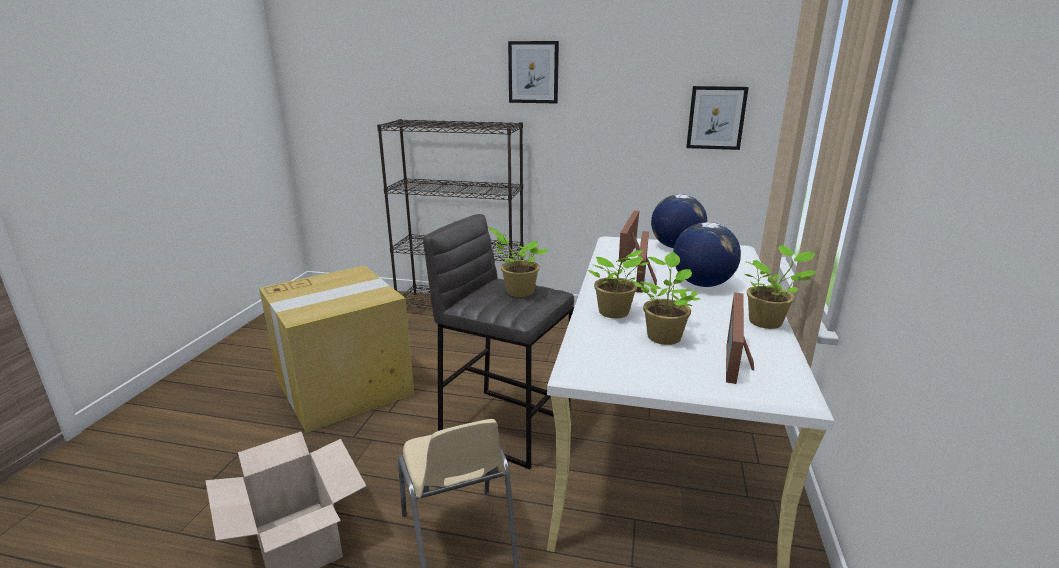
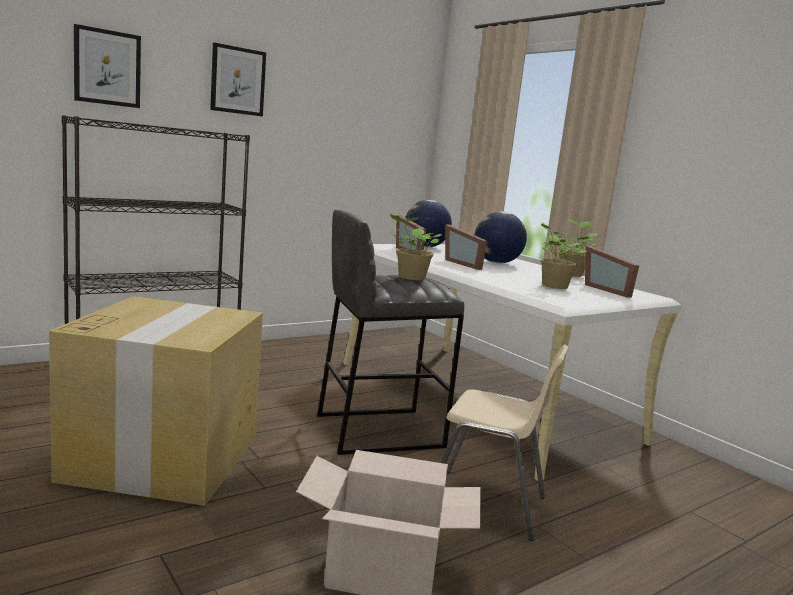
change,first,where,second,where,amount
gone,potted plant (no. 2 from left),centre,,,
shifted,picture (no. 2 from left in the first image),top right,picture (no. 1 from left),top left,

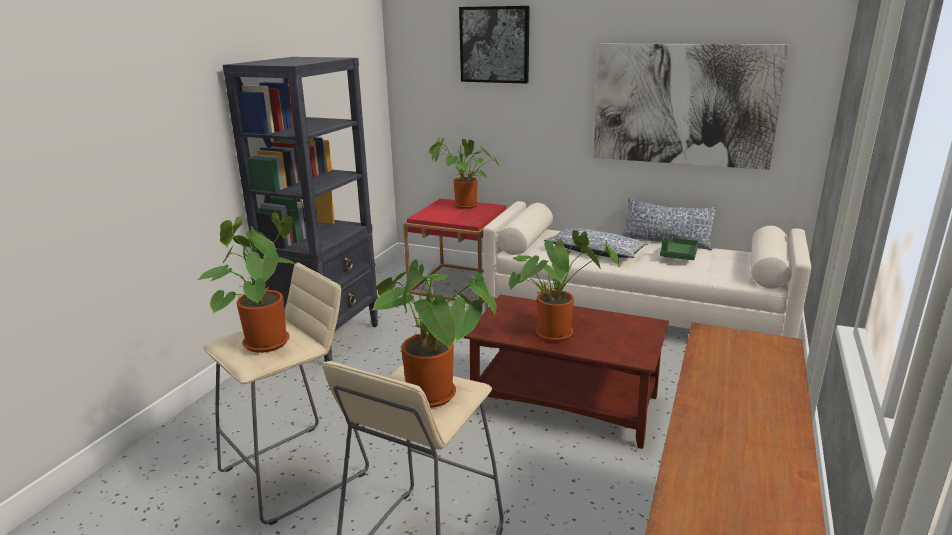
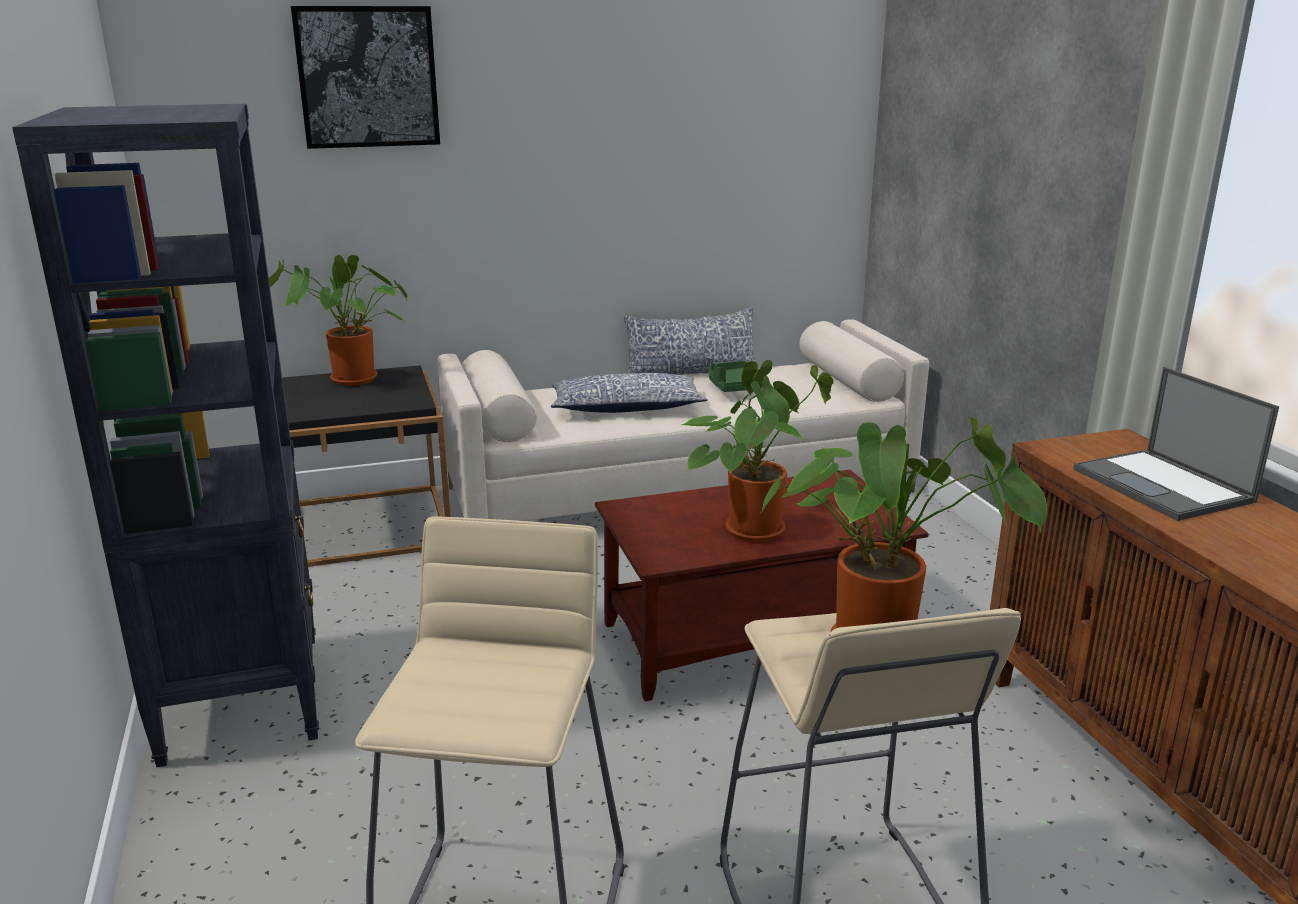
change,first,where,second,where,amount
gone,potted plant (no. 1 from left),middle left,,,
gone,picture (no. 2 from left),top right,,,
new,,,laptop,middle right,
repainted,red side table,centre,black side table,middle left,

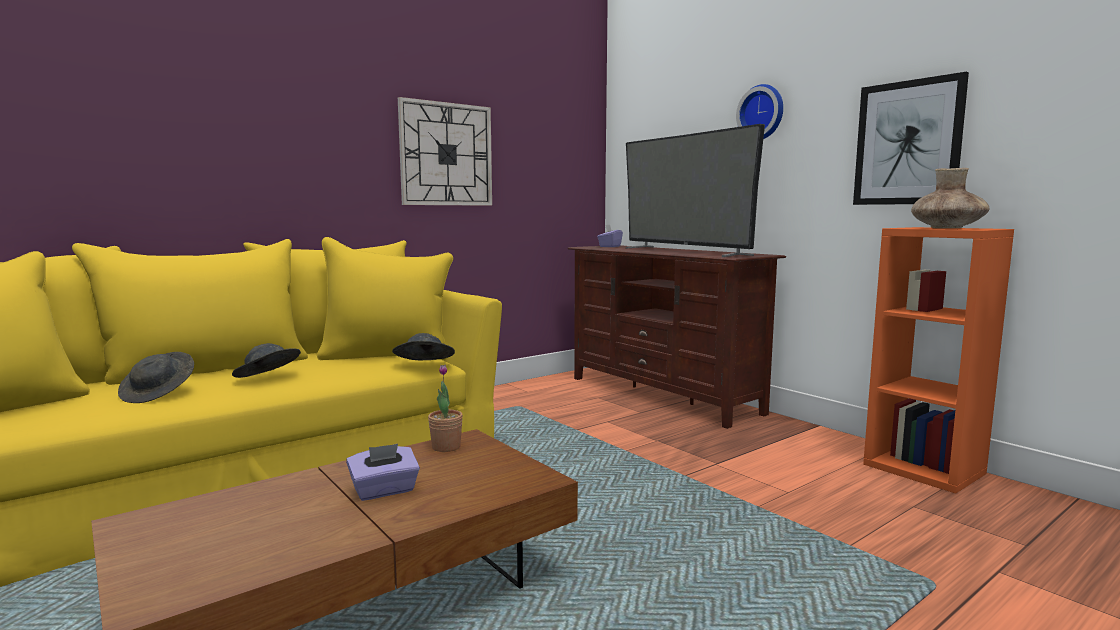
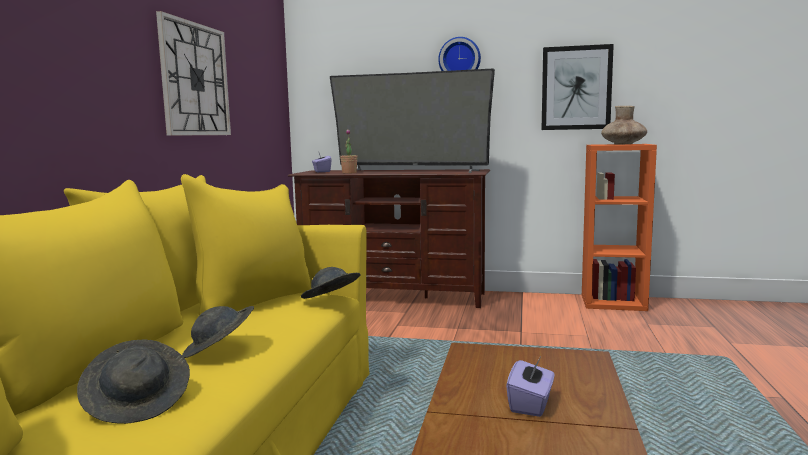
change,first,where,second,where,amount
shifted,potted plant,centre,,top centre,

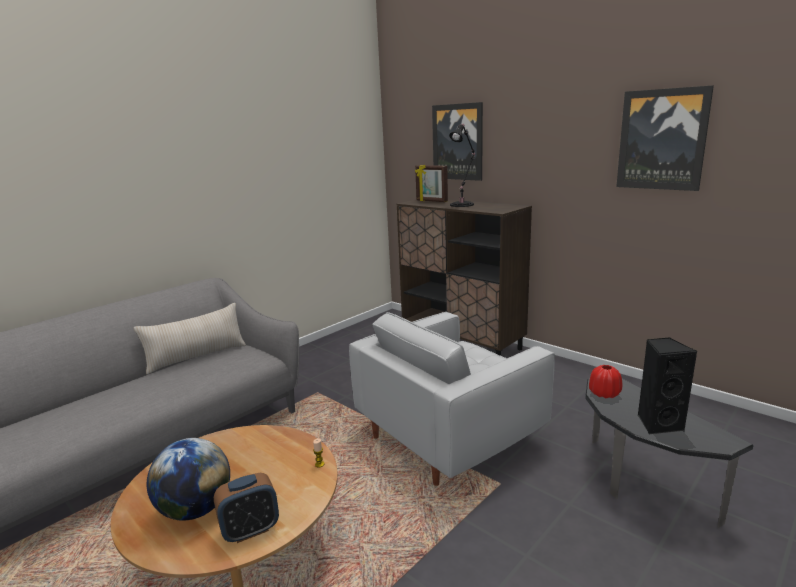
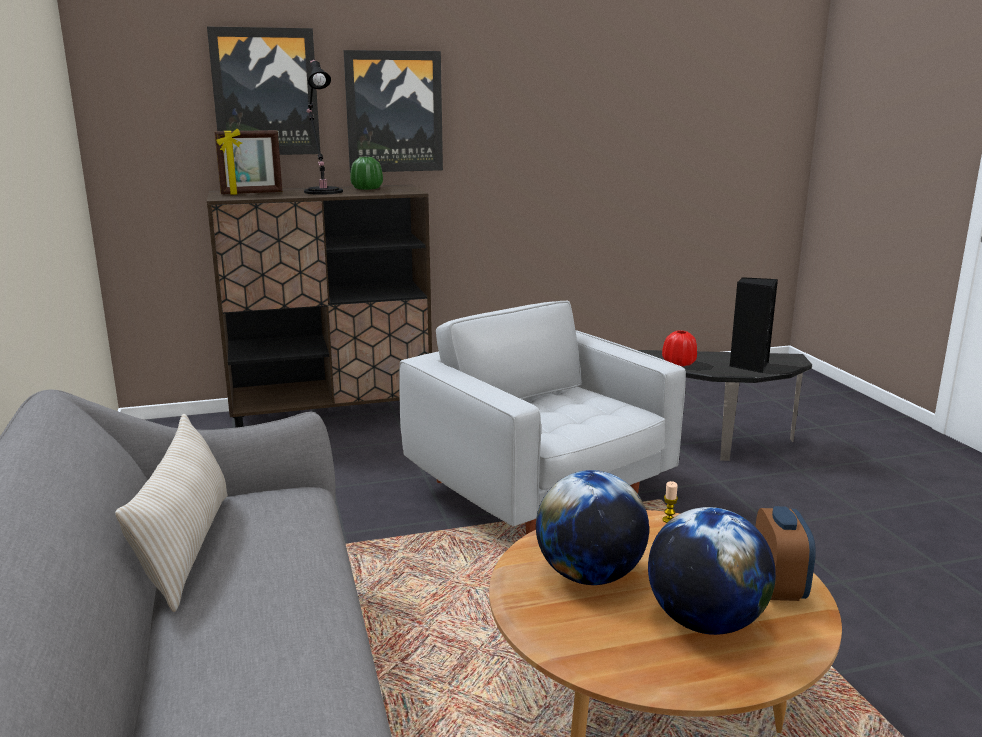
change,first,where,second,where,amount
new,,,green vase,top centre,
new,,,globe (no. 1 from left),bottom centre,
shifted,picture (no. 2 from left),top right,,top centre,
rotated,white armchair,bottom centre,,centre,150 degrees clockwise

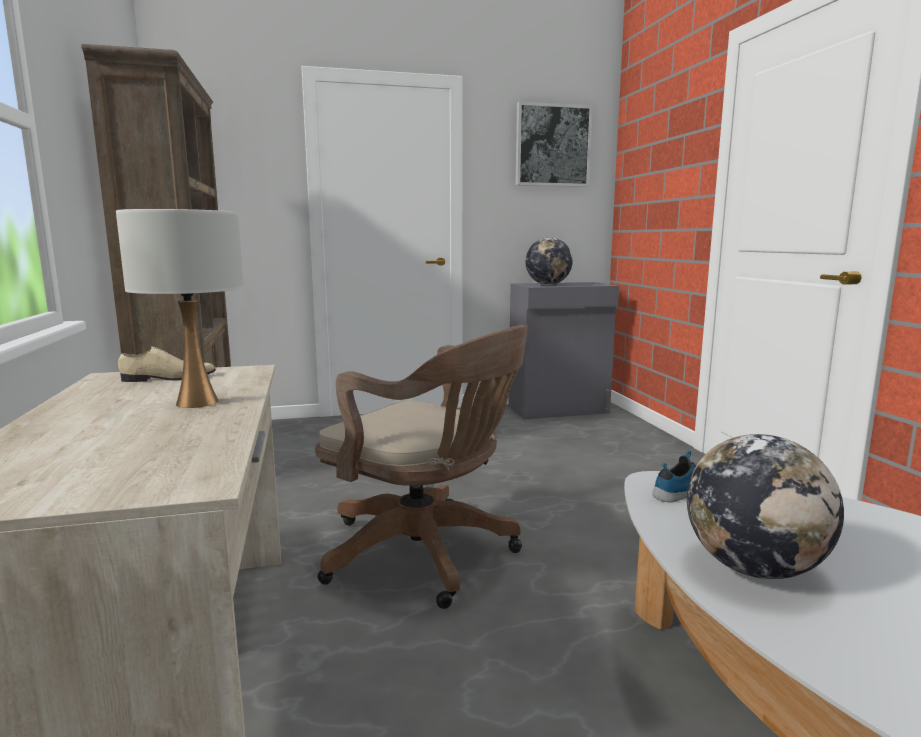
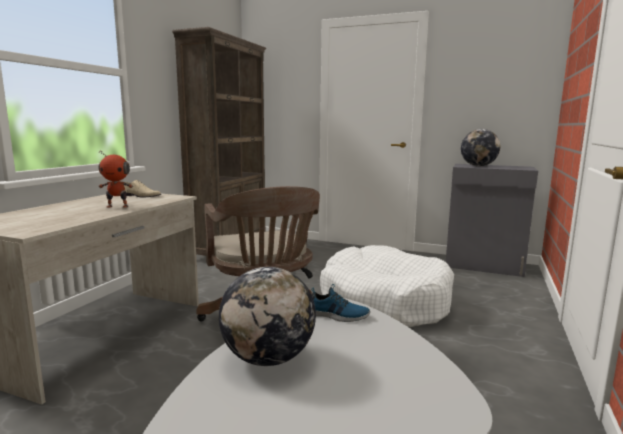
change,first,where,second,where,amount
gone,picture,top centre,,,
new,,,white dog bed,centre,
swapped,white table lamp,middle left,toy robot,middle left,

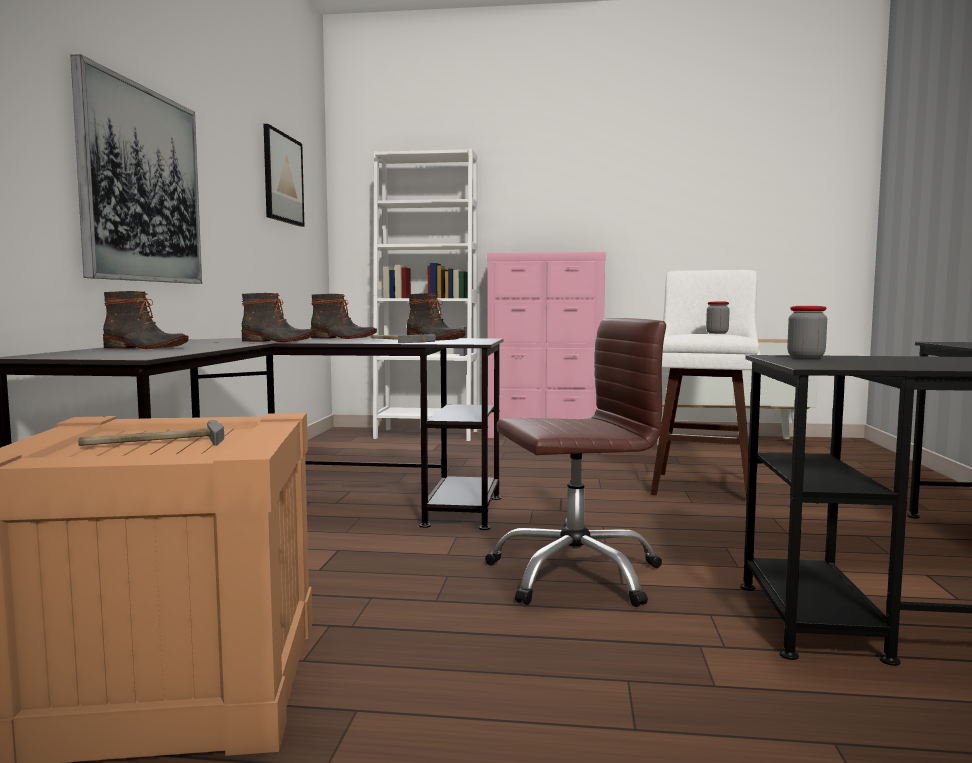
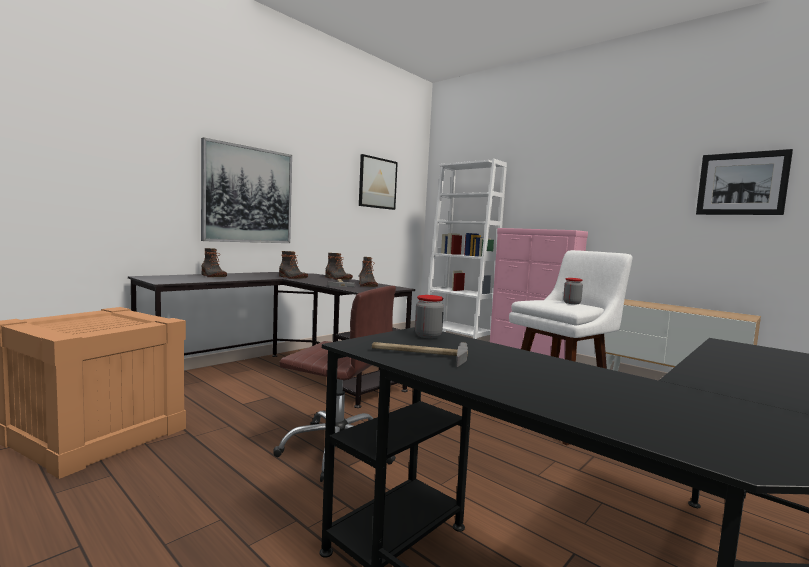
change,first,where,second,where,amount
new,,,picture (no. 3 from left),top right,
shifted,hammer (no. 1 from left in the first image),middle left,hammer (no. 2 from left),centre,

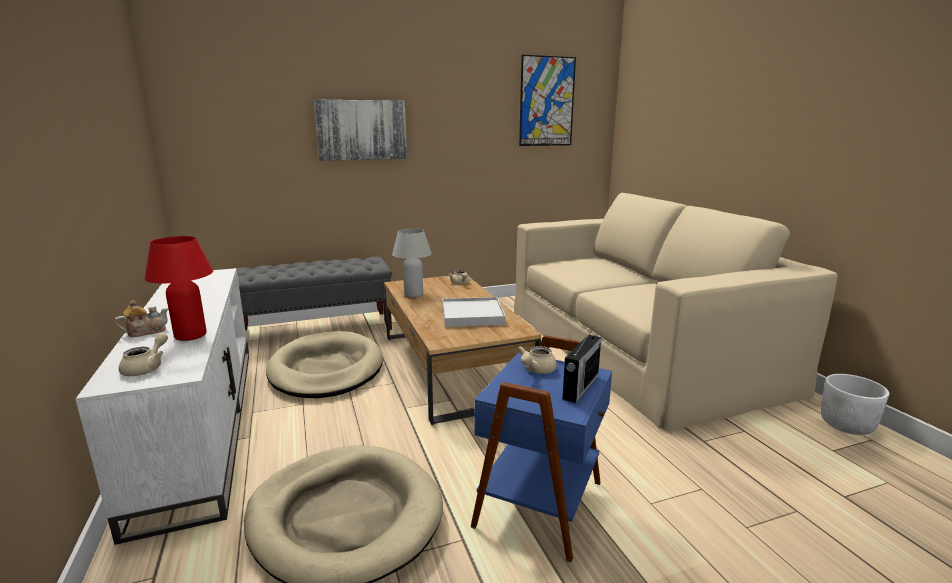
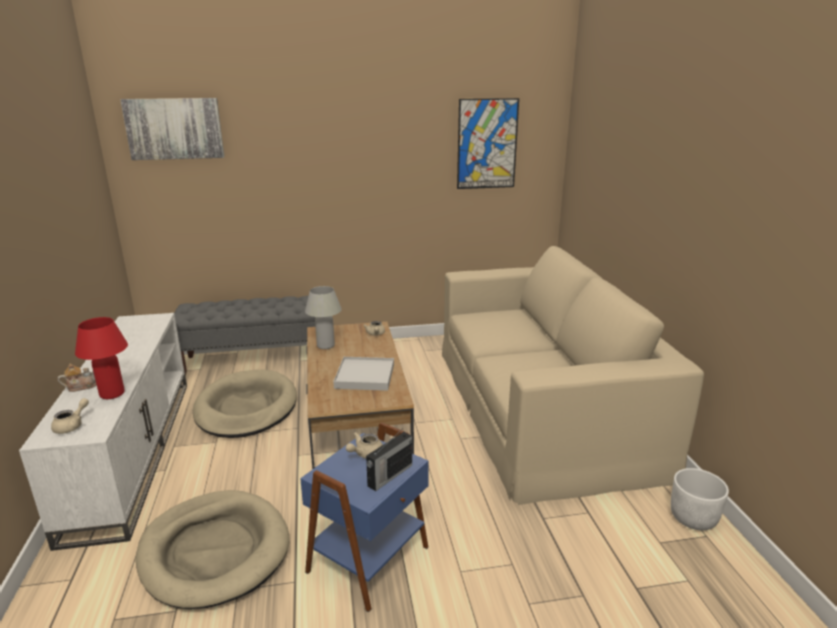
change,first,where,second,where,amount
shifted,picture (no. 1 from left),top centre,,top left,

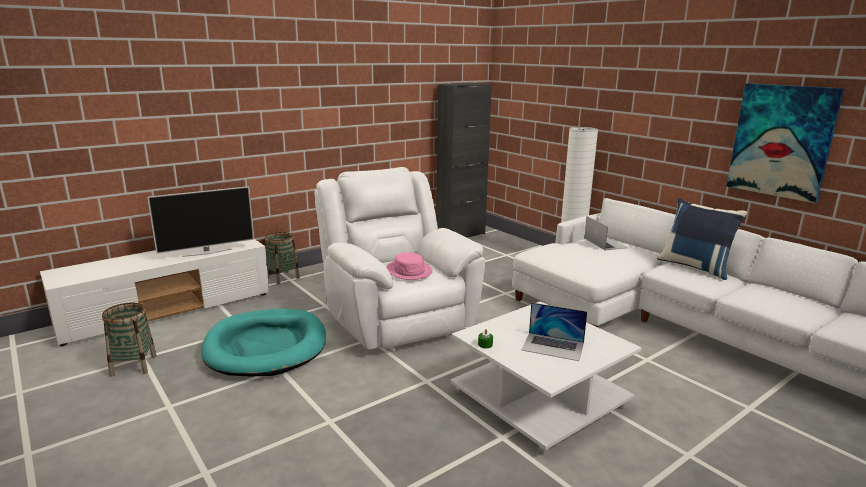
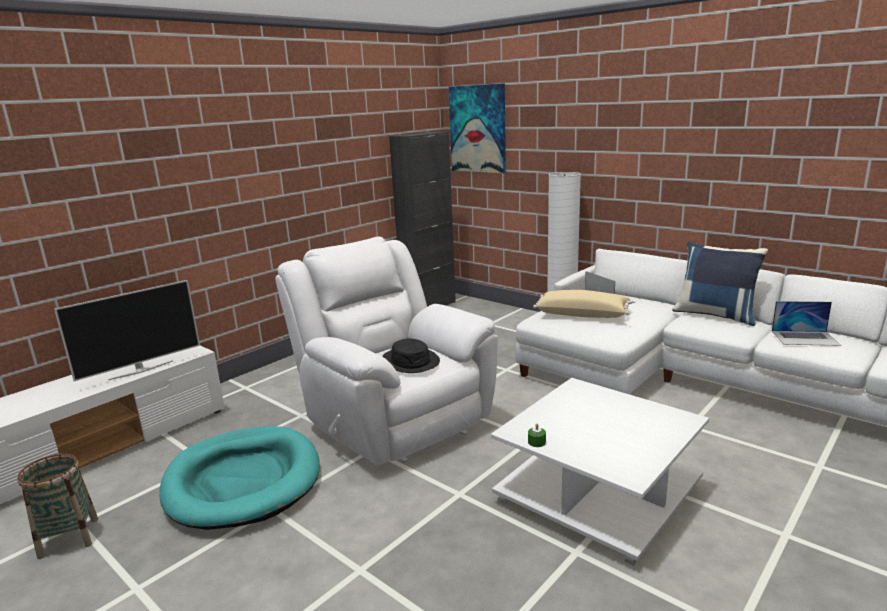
change,first,where,second,where,amount
gone,basket (no. 2 from left),middle left,,,
new,,,beige pillow,centre,
shifted,laptop (no. 1 from left in the first image),bottom centre,laptop (no. 2 from left),middle right,
shifted,picture,top right,,top centre,
repainted,pink hat,centre,black hat,centre,

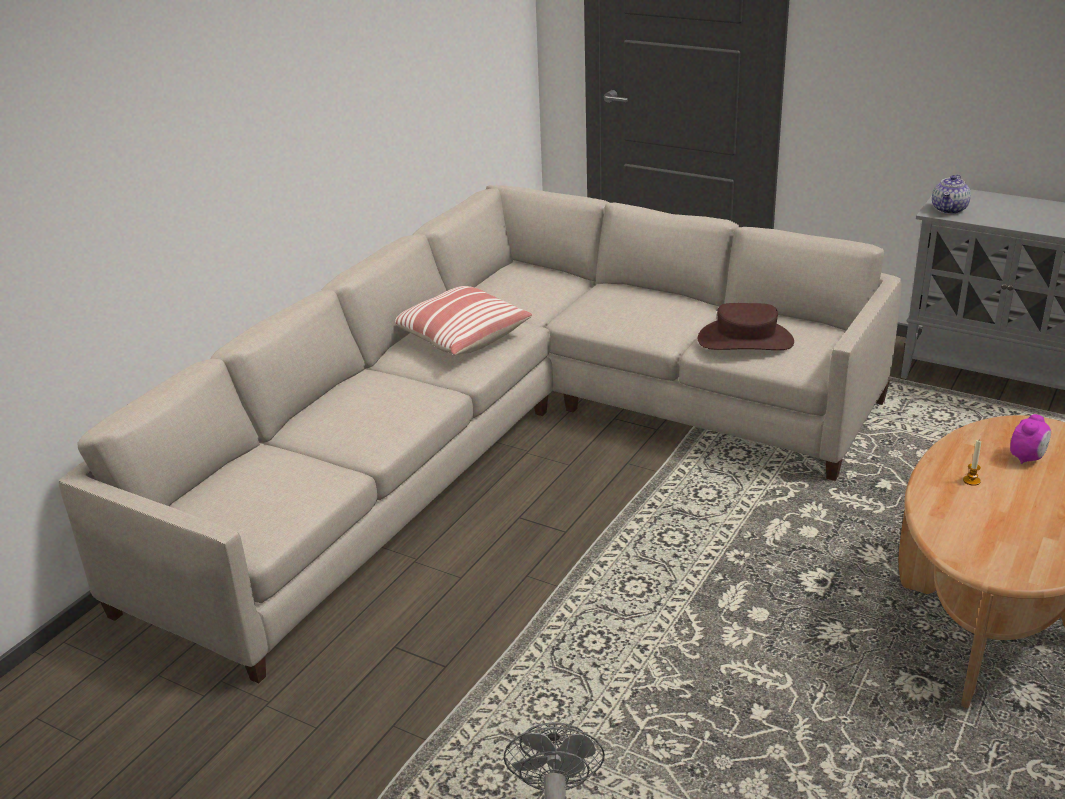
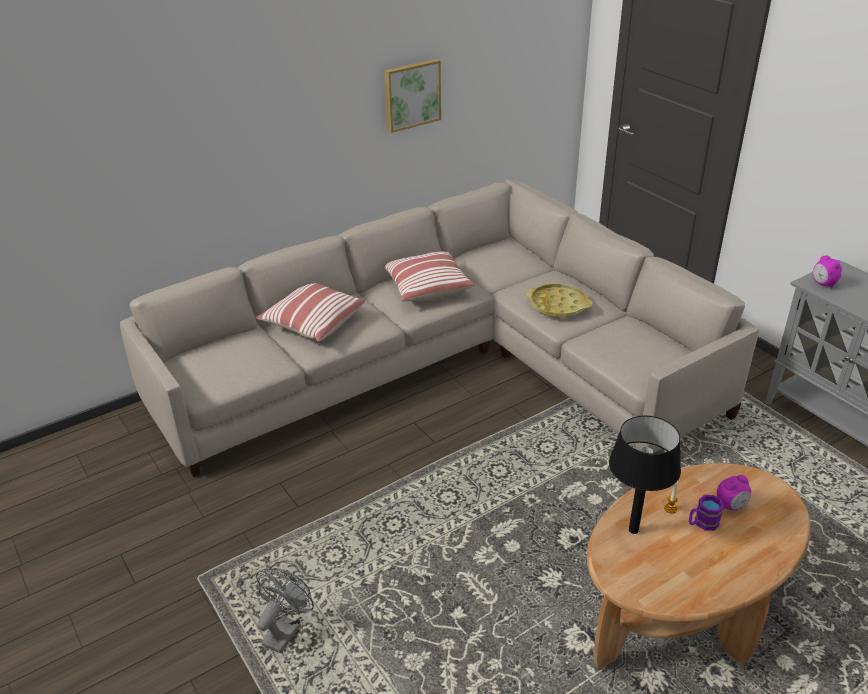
change,first,where,second,where,amount
gone,brown hat,middle right,,,
new,,,pillow (no. 1 from left),centre,
new,,,picture,top centre,
new,,,yellow tray,centre,
new,,,black table lamp,bottom right,
new,,,purple mug,bottom right,
swapped,teapot,top right,alarm clock (no. 2 from left),middle right,

